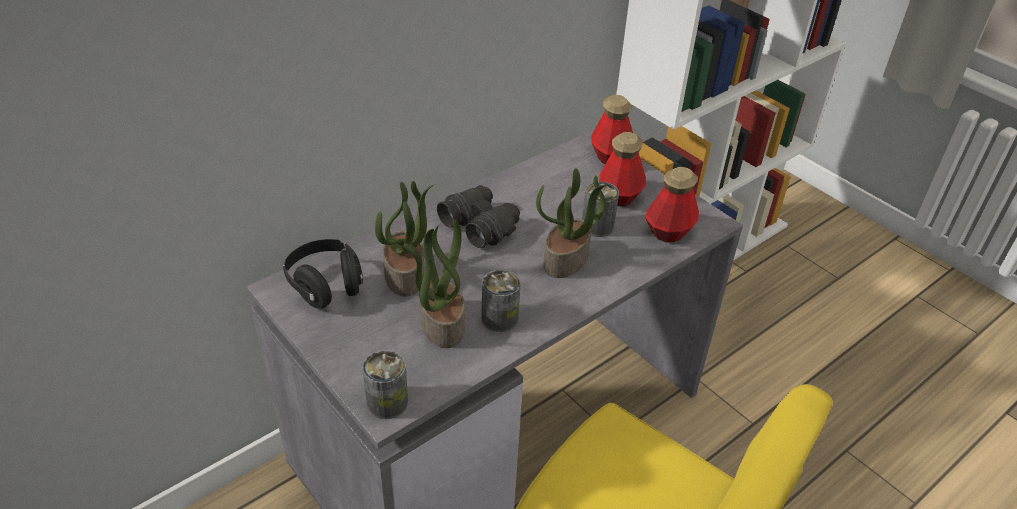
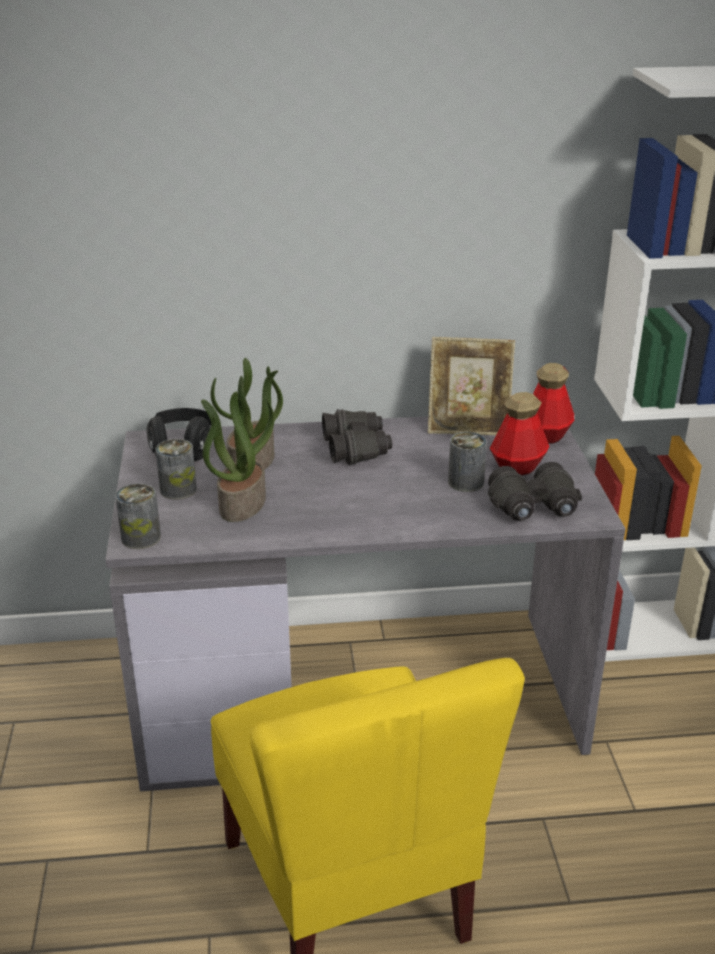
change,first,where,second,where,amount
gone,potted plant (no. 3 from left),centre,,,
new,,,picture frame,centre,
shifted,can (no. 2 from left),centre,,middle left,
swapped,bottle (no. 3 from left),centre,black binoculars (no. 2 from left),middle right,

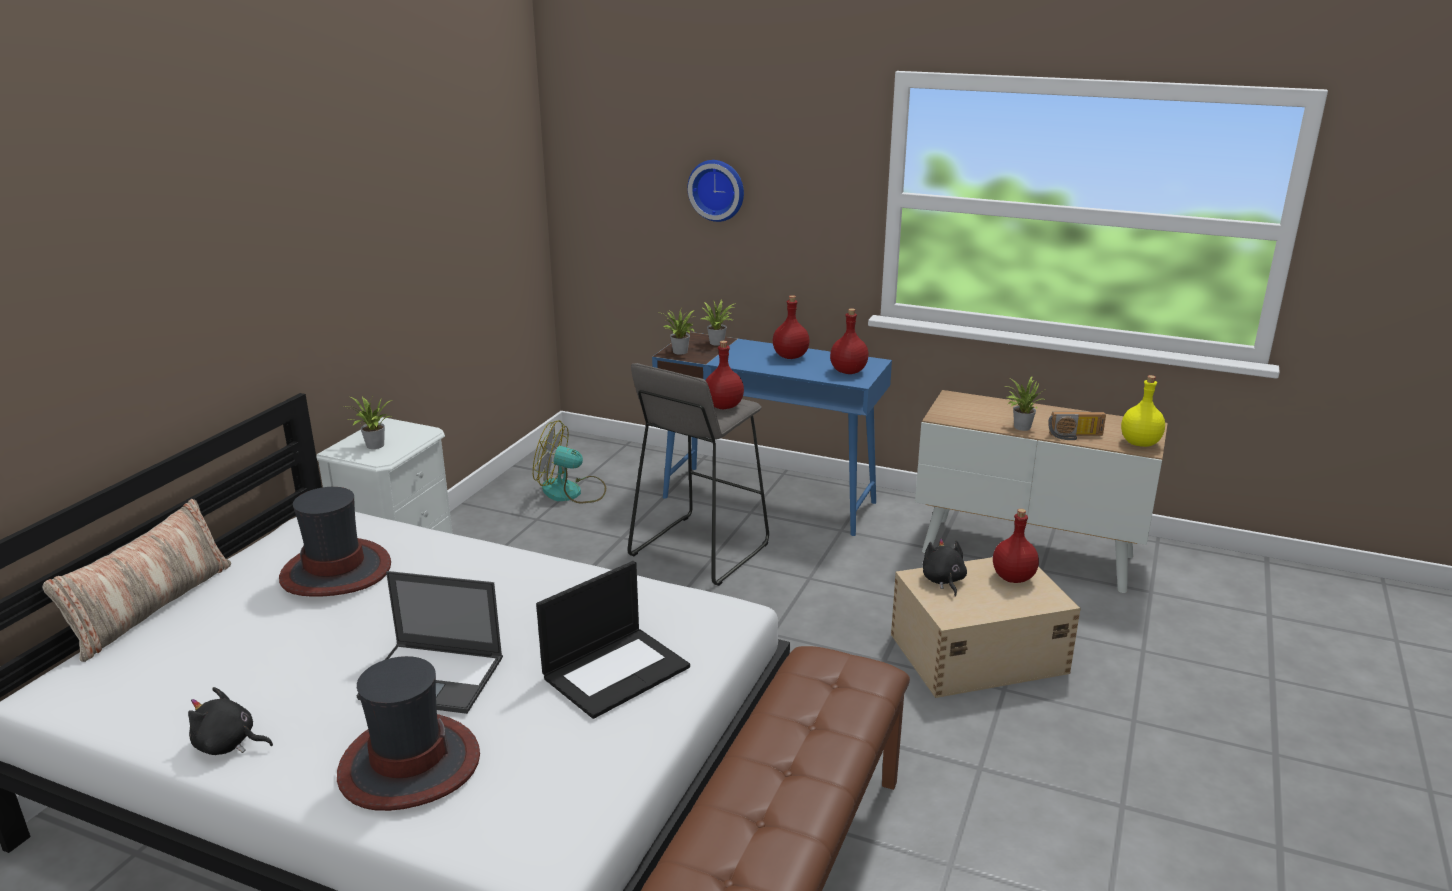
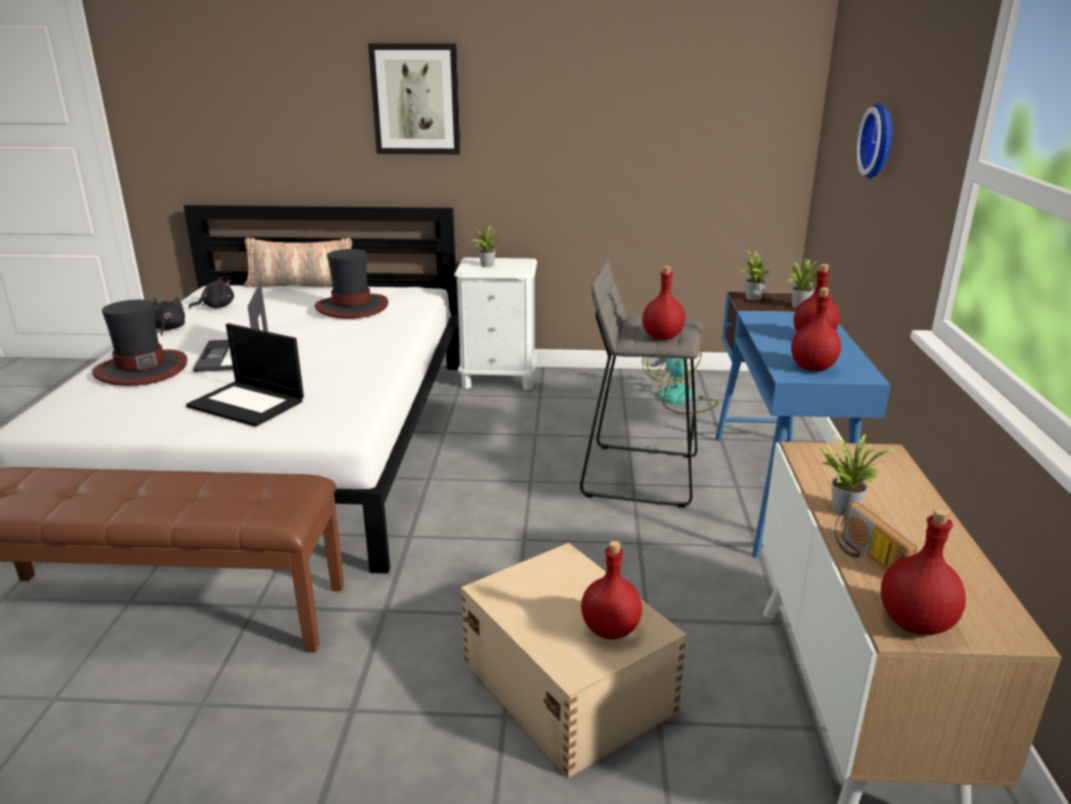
change,first,where,second,where,amount
new,,,picture,top centre,
shifted,black plush toy (no. 2 from left),centre,,middle left,
repainted,yellow bottle,middle right,red bottle (no. 5 from left),bottom right,

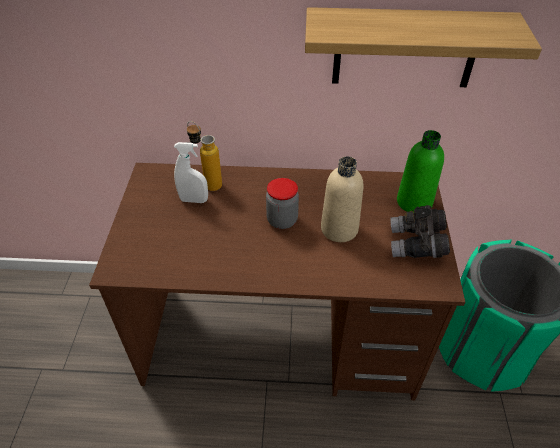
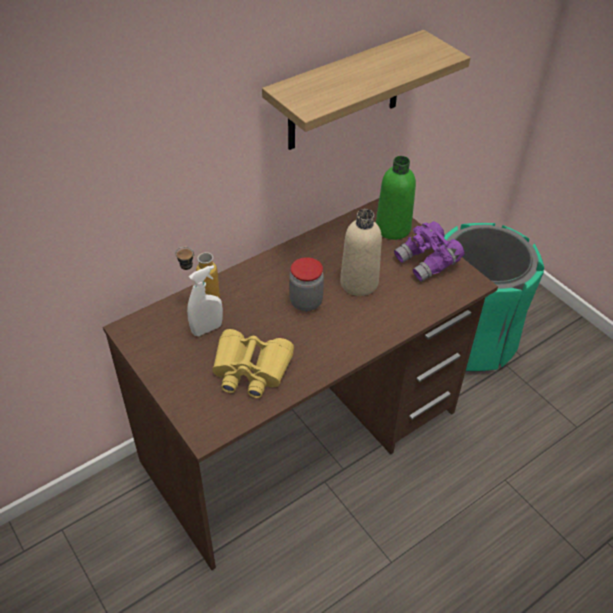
change,first,where,second,where,amount
new,,,yellow binoculars,centre,
repainted,grey binoculars,middle right,purple binoculars,middle right,

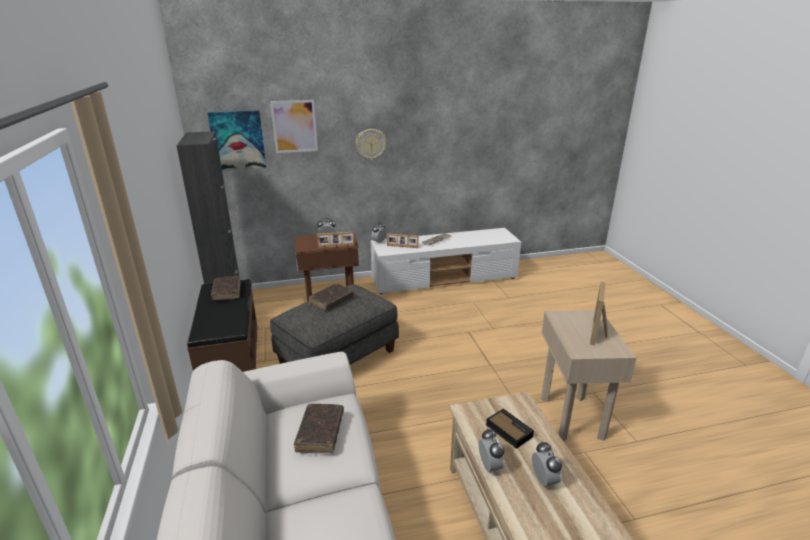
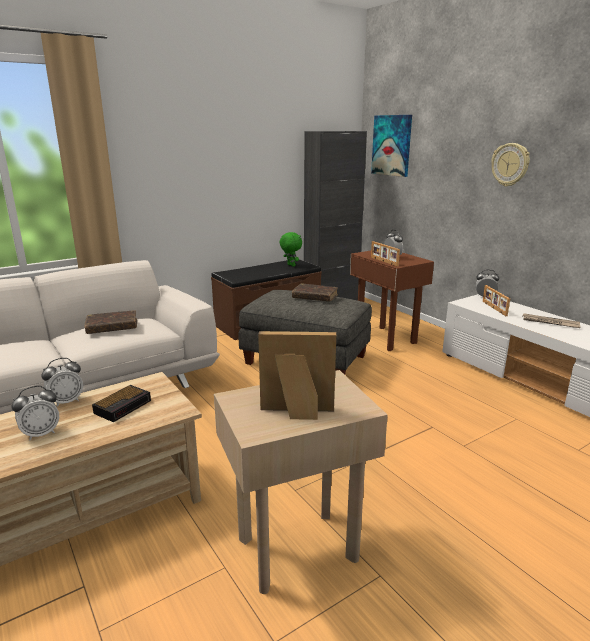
change,first,where,second,where,amount
gone,picture (no. 2 from left),top centre,,,
swapped,brown book (no. 1 from left),middle left,green plush toy,centre,

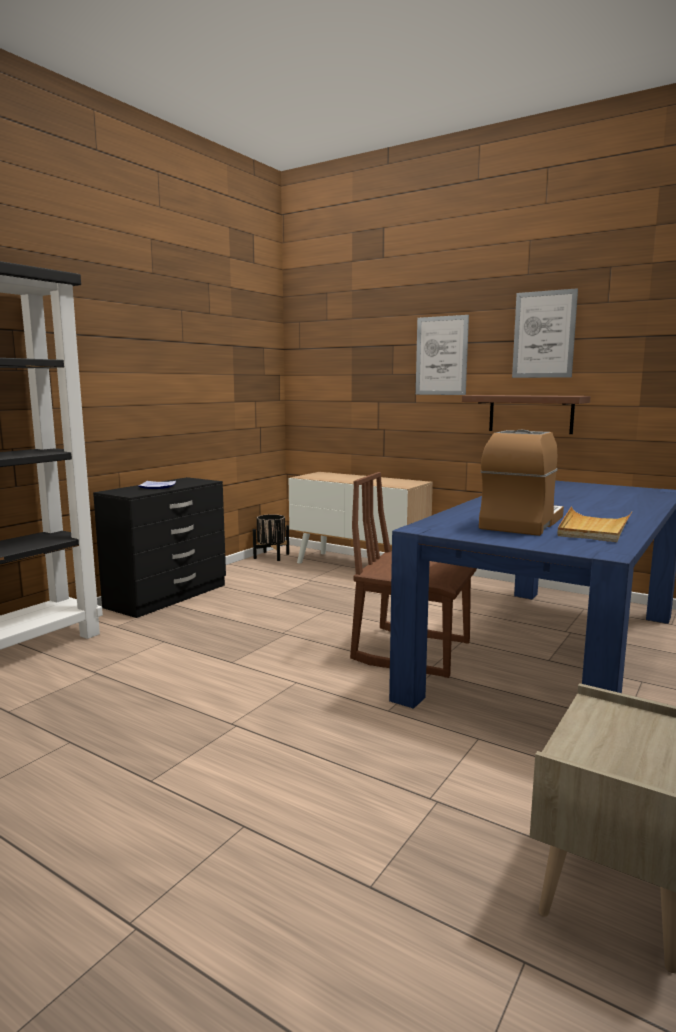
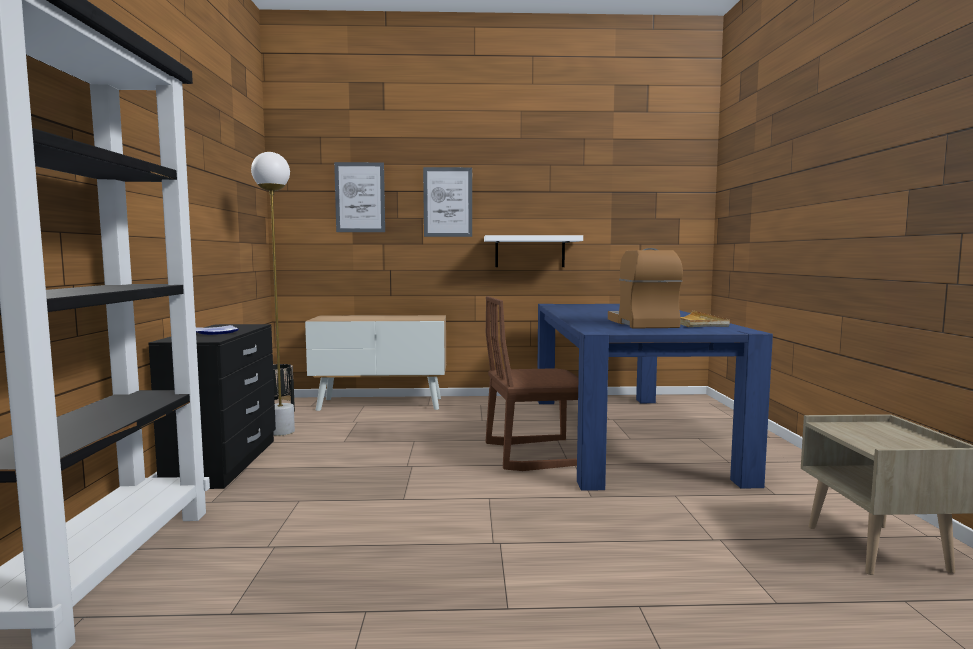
change,first,where,second,where,amount
new,,,white floor lamp,middle left,
shifted,picture (no. 2 from left in the first image),top right,picture (no. 1 from left),top centre,
repainted,brown shelf,middle right,white shelf,centre,

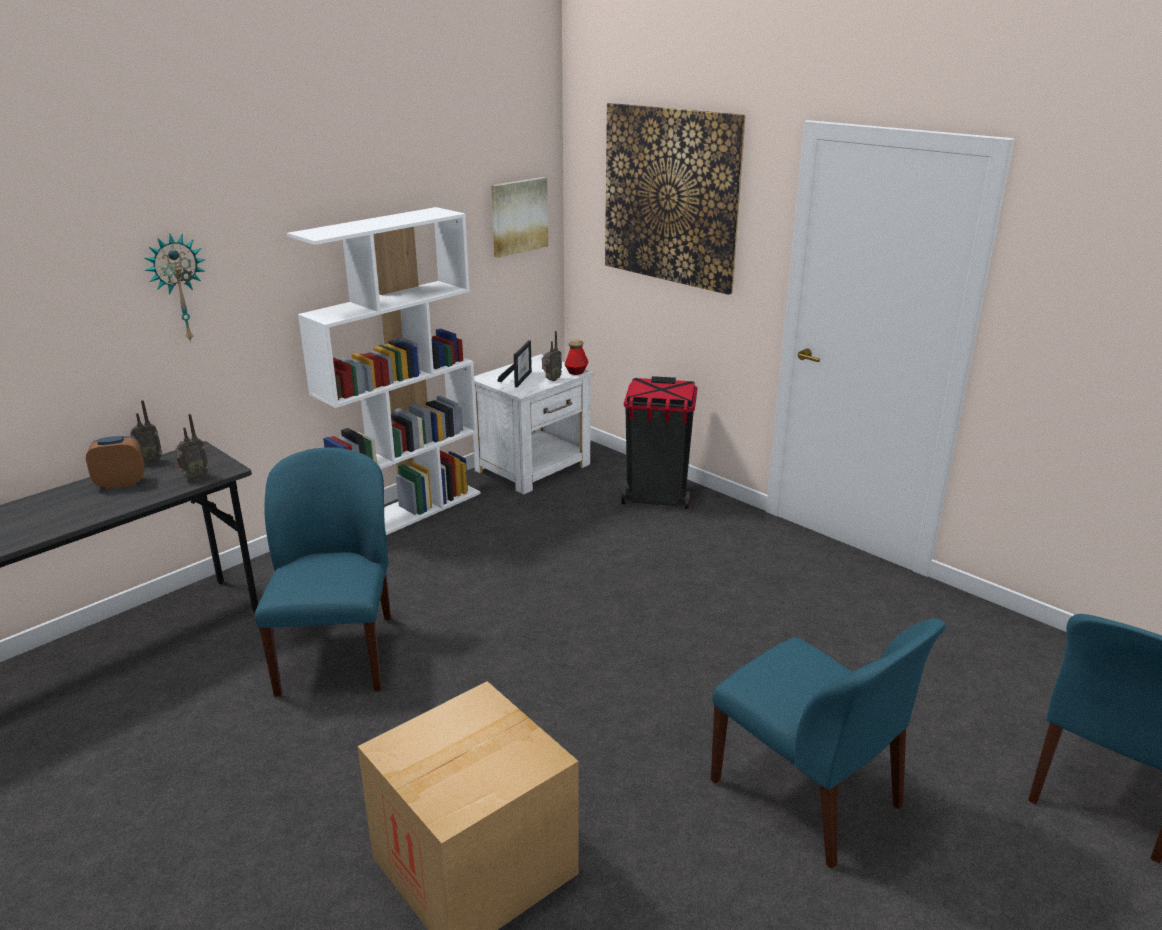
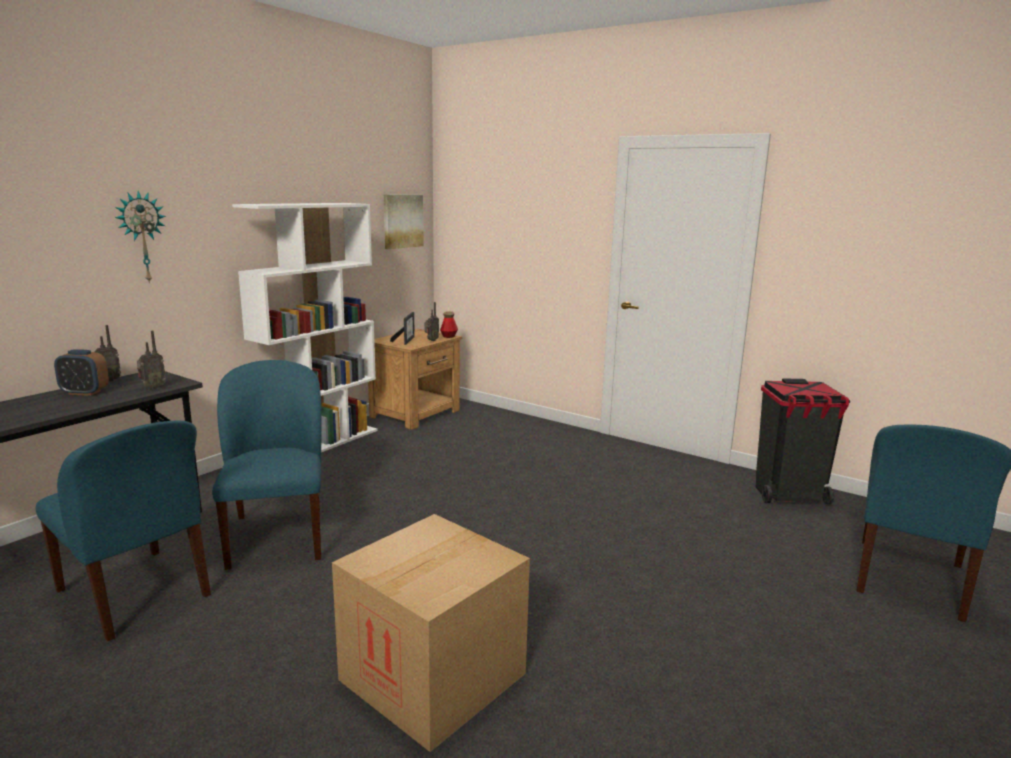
change,first,where,second,where,amount
gone,picture (no. 2 from left),top centre,,,
shifted,black trash can,centre,,middle right,
shifted,blue chair (no. 2 from left in the first image),bottom right,blue chair (no. 1 from left),bottom left,
repainted,white nightstand,centre,brown nightstand,centre,
rotated,alarm clock,middle left,,middle left,150 degrees counterclockwise

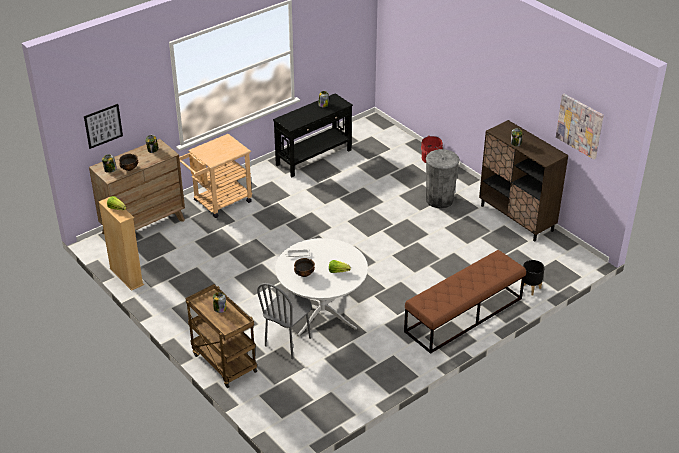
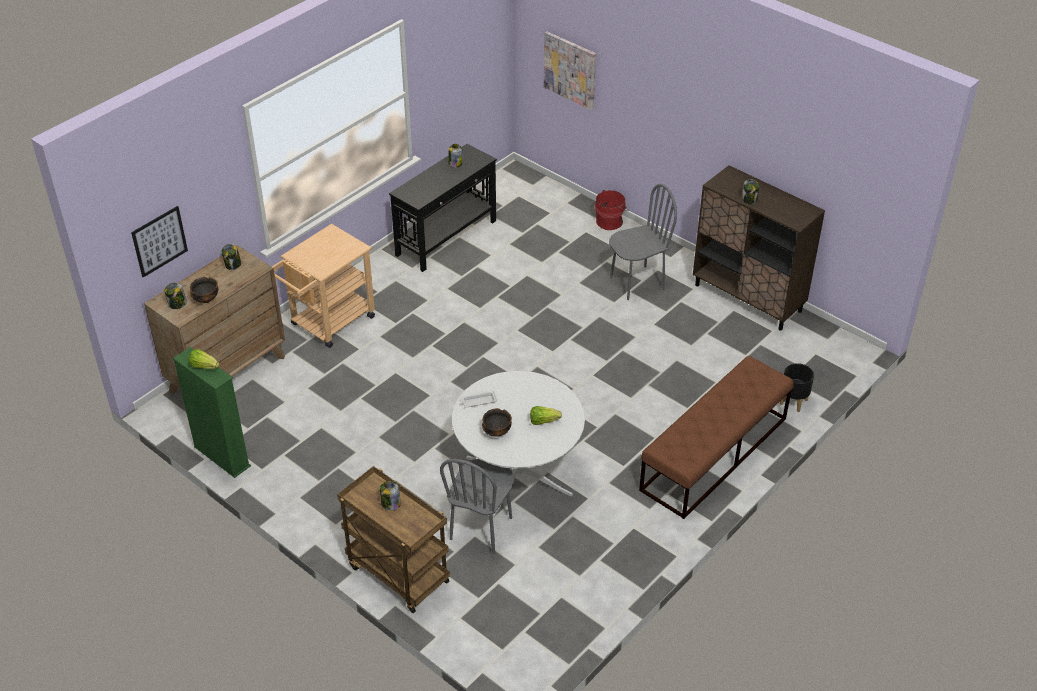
change,first,where,second,where,amount
shifted,picture (no. 2 from left),top right,,top centre,
swapped,grey trash can,centre,grey chair (no. 2 from left),centre,
repainted,beige bookcase,middle left,green bookcase,middle left,

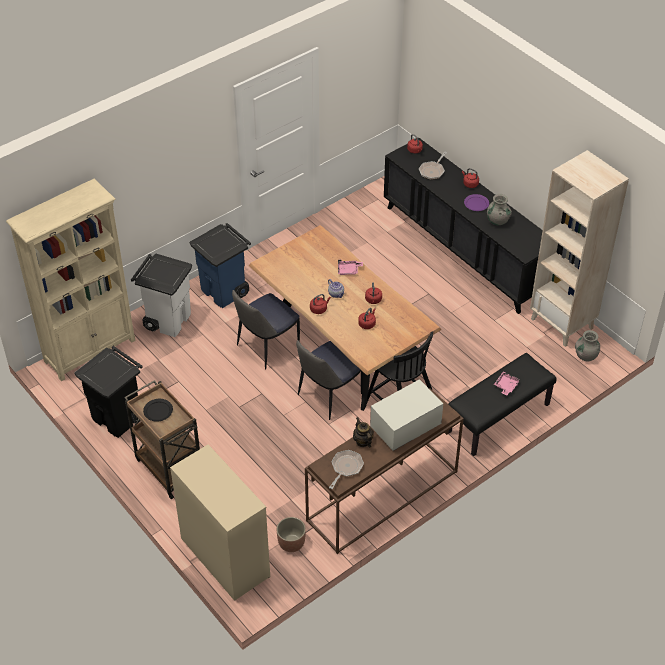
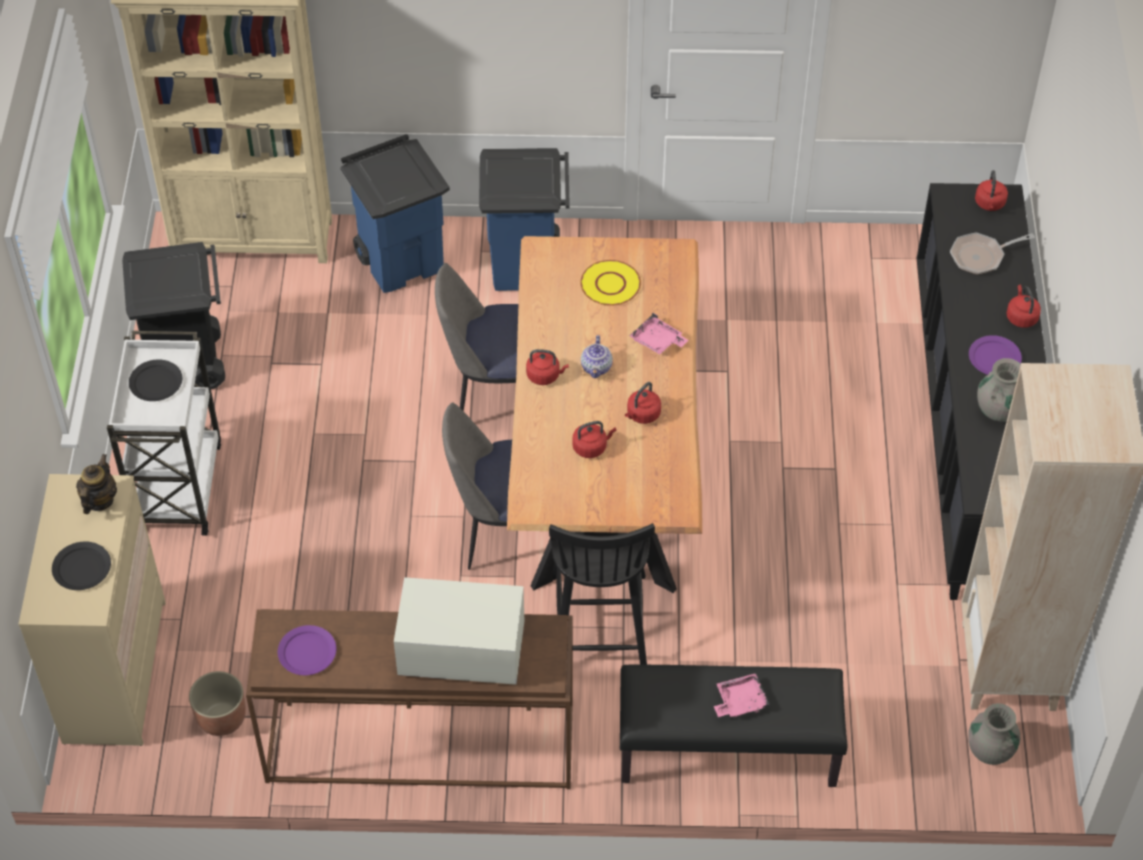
change,first,where,second,where,amount
new,,,black plate (no. 1 from left),middle left,
new,,,yellow plate,top centre,
shifted,teapot (no. 2 from left in the first image),centre,teapot (no. 1 from left),middle left,
swapped,frying pan (no. 1 from left),bottom centre,purple plate (no. 1 from left),bottom left,
repainted,brown cart,middle left,white cart,middle left,
repainted,white trash can,middle left,blue trash can (no. 1 from left),top centre,

